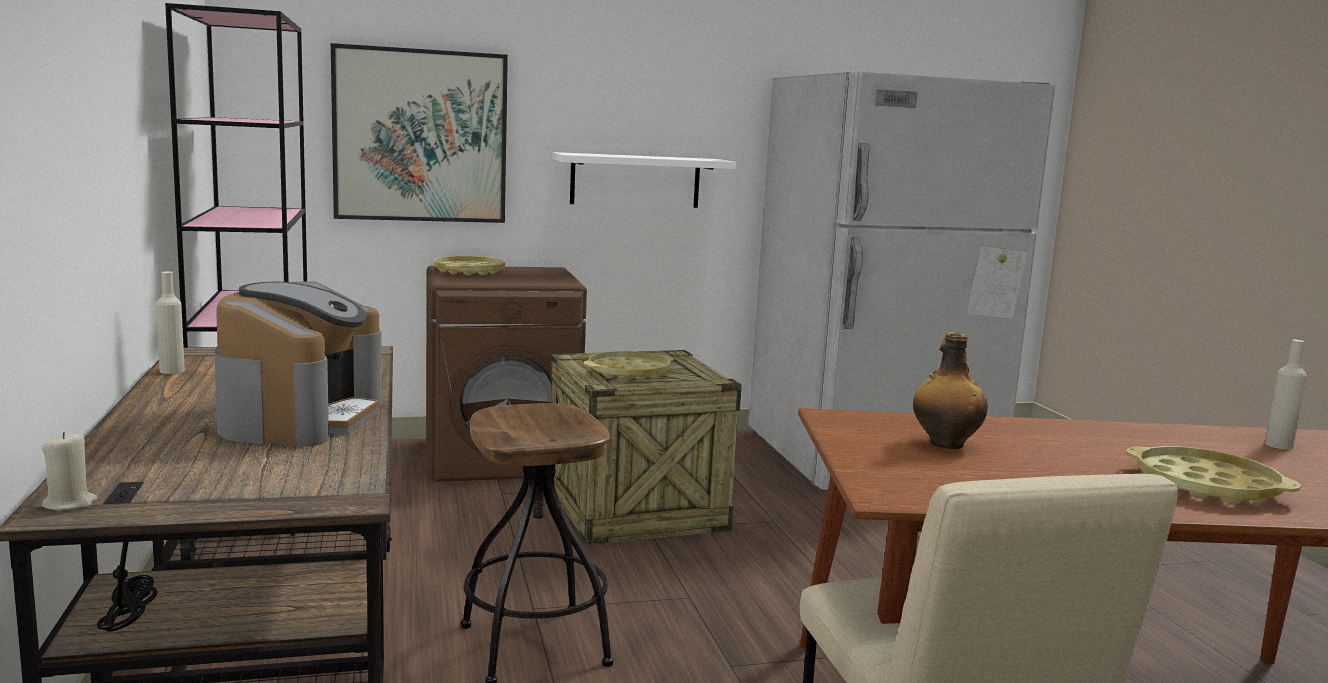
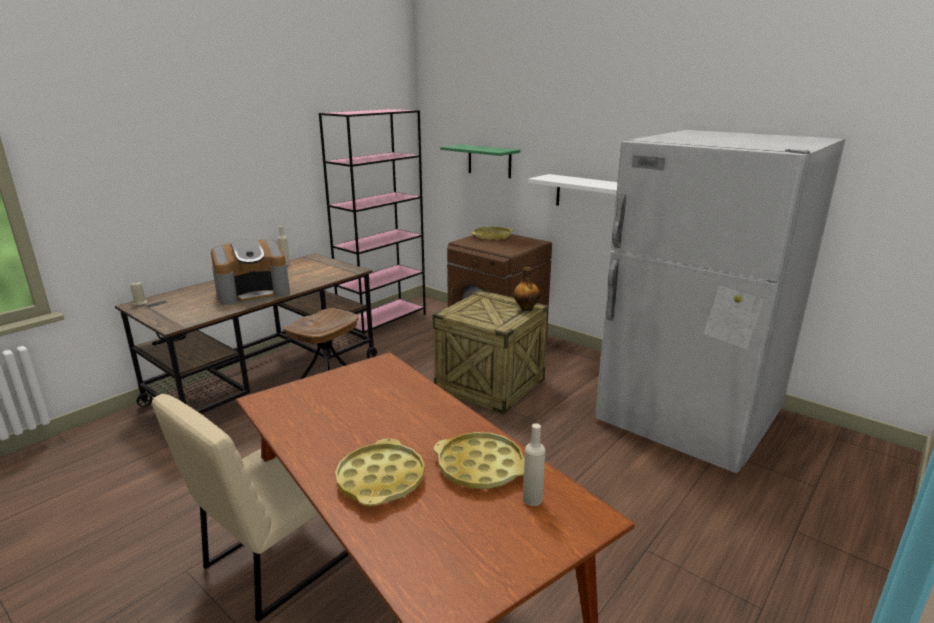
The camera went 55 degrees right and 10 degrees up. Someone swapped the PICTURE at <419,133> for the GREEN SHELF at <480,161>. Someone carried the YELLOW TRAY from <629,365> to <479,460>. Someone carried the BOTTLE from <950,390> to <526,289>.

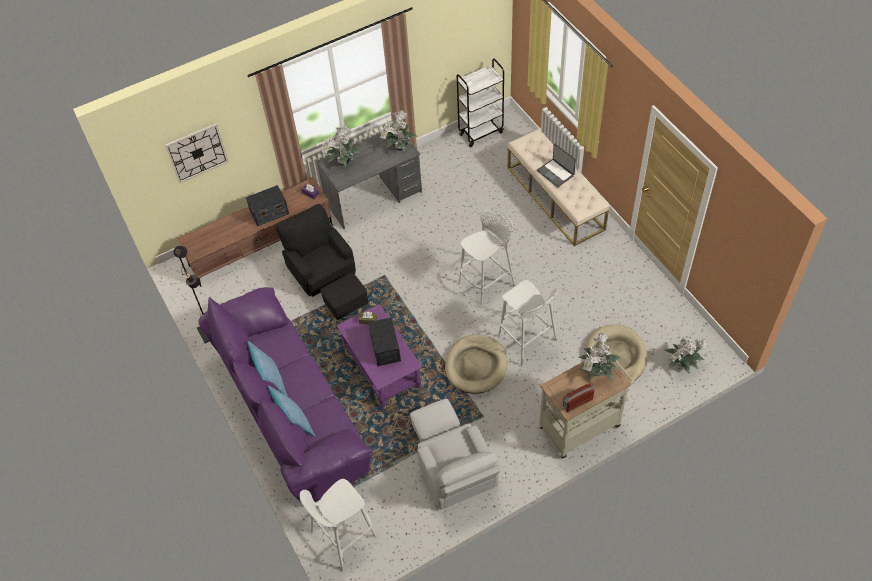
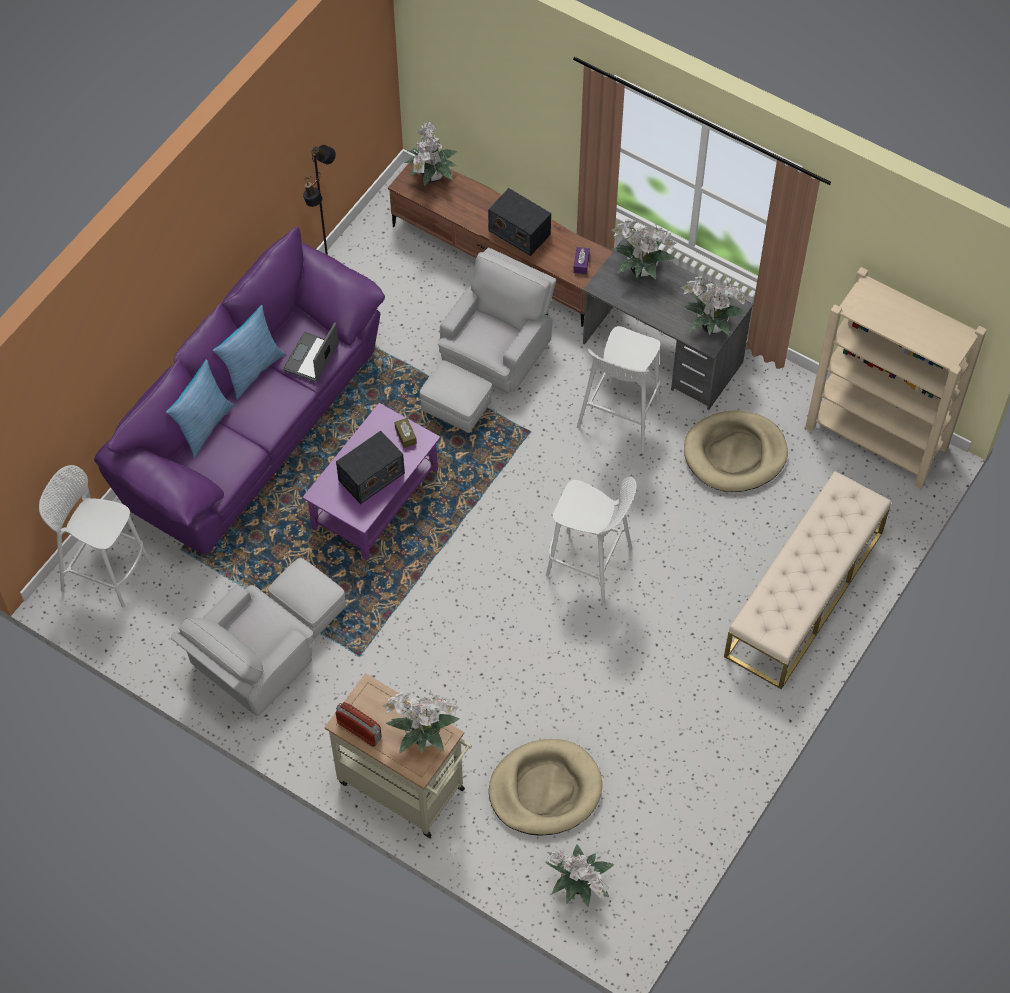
The camera went 60 degrees right and 5 degrees up. Someone took away the WALL CLOCK at <197,153>. Someone repainted the BLACK ARMCHAIR at <321,262>, which became the WHITE ARMCHAIR at <488,340>. Someone carried the BEIGE DOG BED from <476,364> to <736,451>. Someone swapped the WHITE CART at <480,103> for the BEIGE BOOKCASE at <896,378>. Someone carried the WHITE STOOL from <528,323> to <618,389>. Someone carried the LAPTOP from <556,165> to <311,352>. Someone put down the POTTED PLANT at <431,153>.

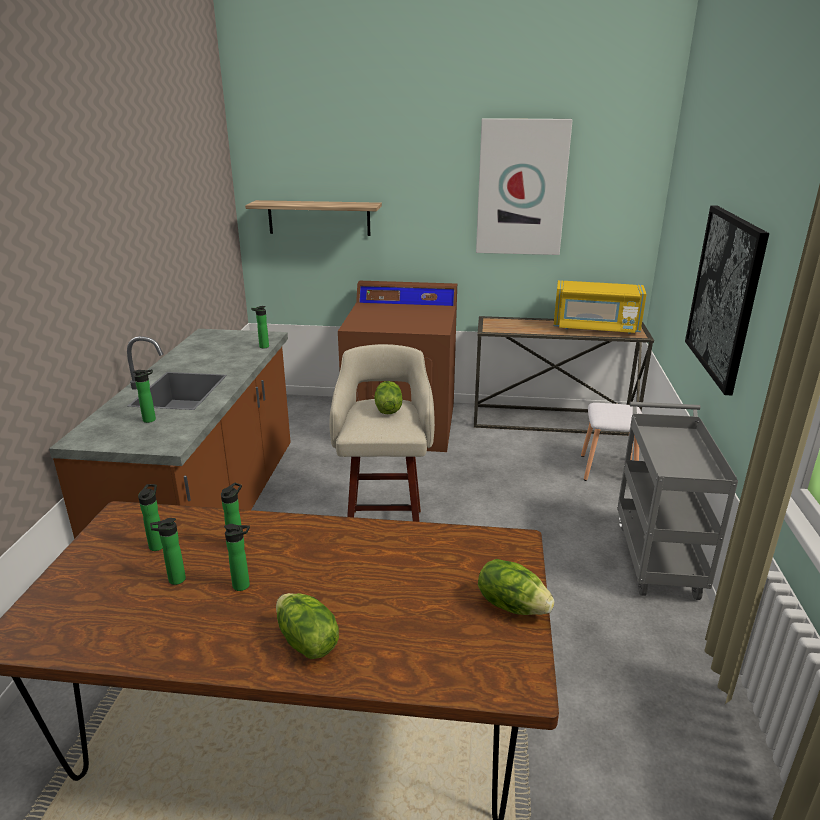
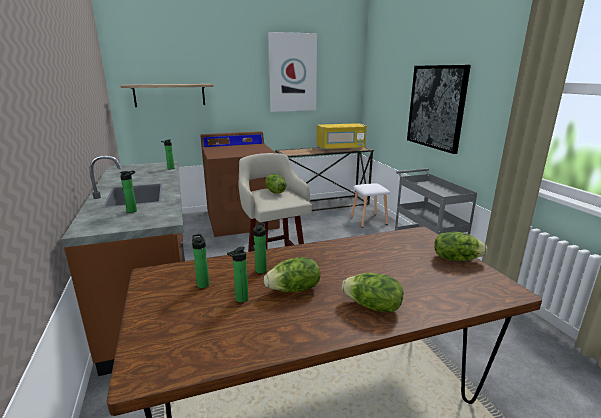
The camera went 25 degrees left and 5 degrees down. Someone swapped the BOTTLE at <237,557> for the LETTUCE at <292,274>.

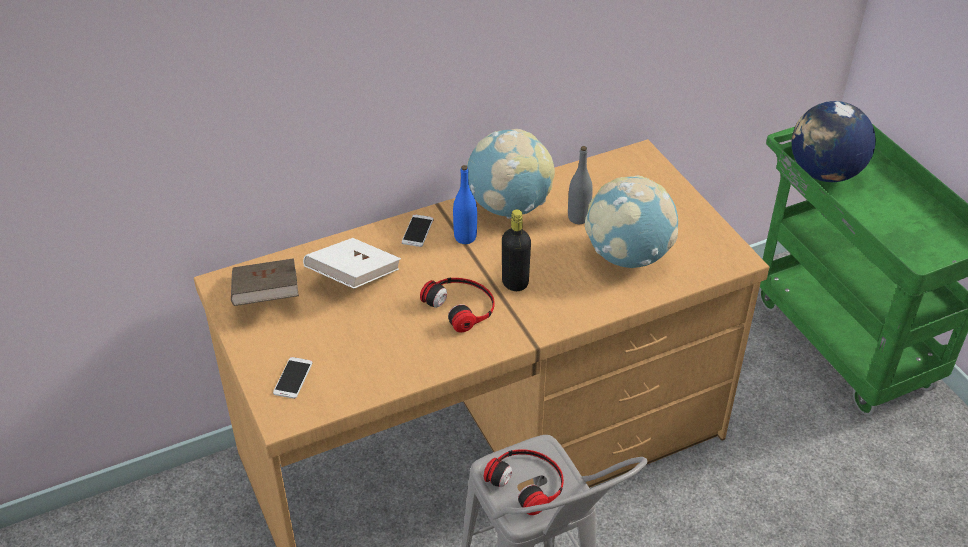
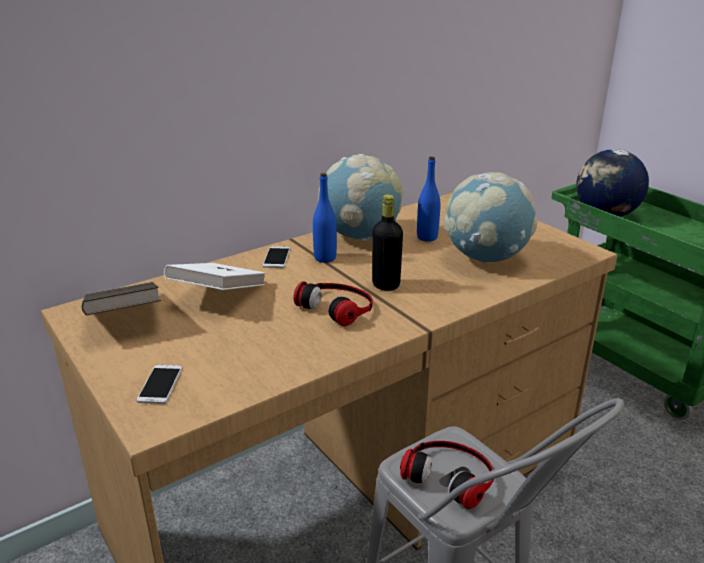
The camera went 10 degrees left and 15 degrees down. Someone repainted the GREY BOTTLE at <580,185>, which became the BLUE BOTTLE at <428,199>.

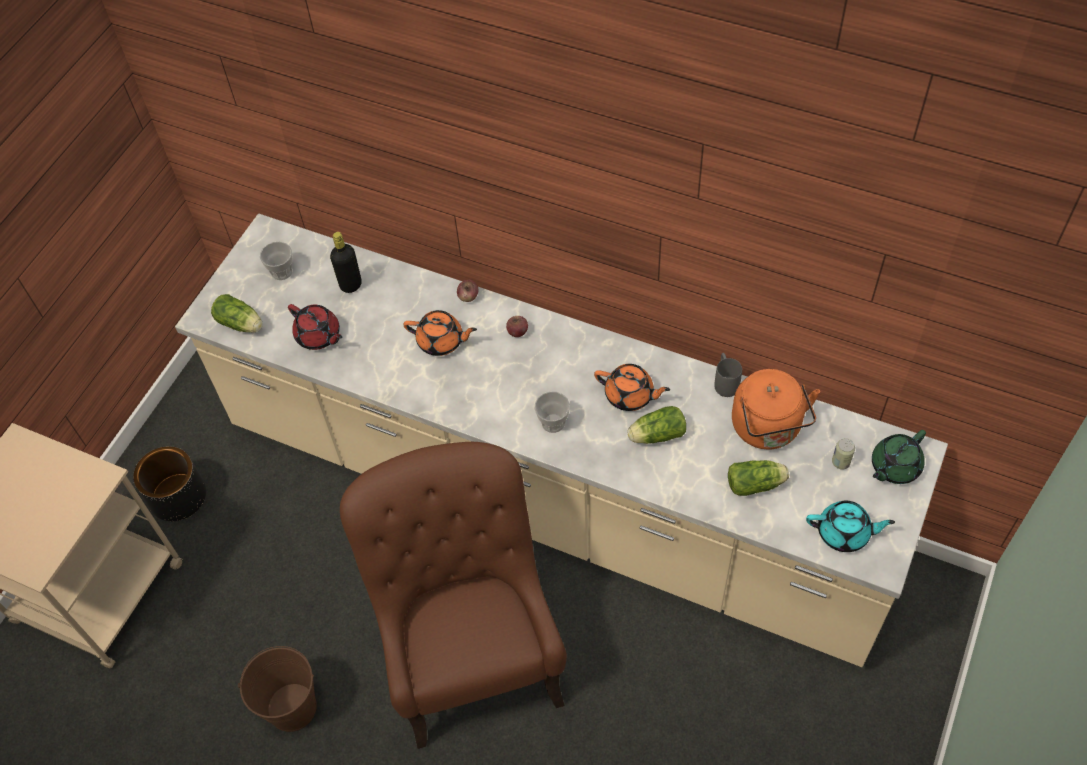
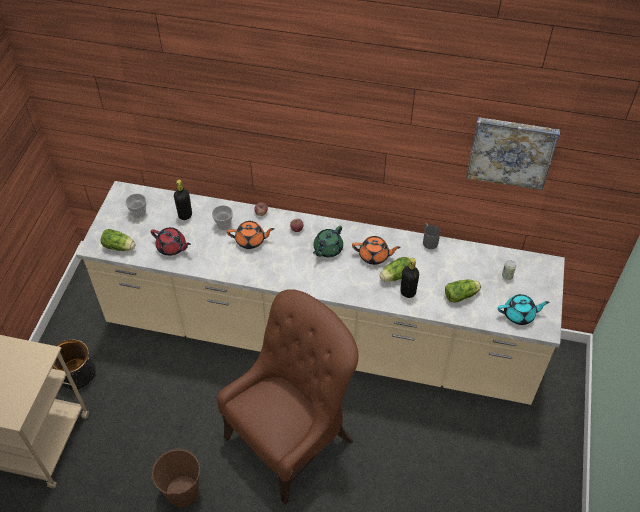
The camera went 15 degrees left and 5 degrees down. Someone rotated the BROWN CHAIR at <453,595> by 75 degrees clockwise. Someone carried the CUP from <552,412> to <222,217>. Someone took away the ORANGE KETTLE at <776,409>. Someone carried the GREEN TEAPOT from <899,457> to <328,241>. Someone put down the BLACK BOTTLE at <409,278>. Someone put up the PICTURE at <513,153>.

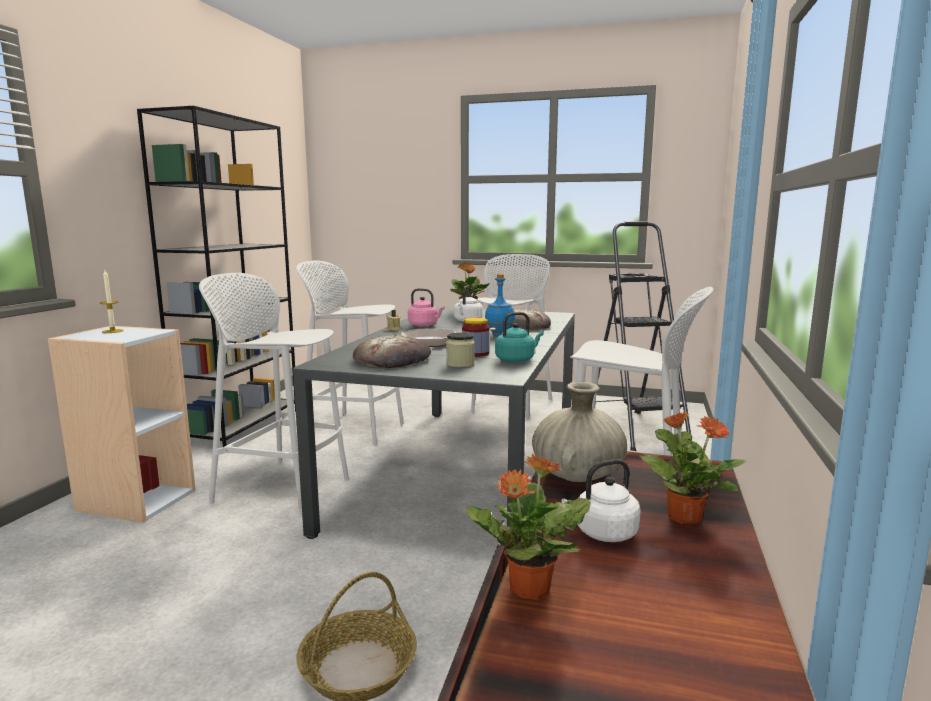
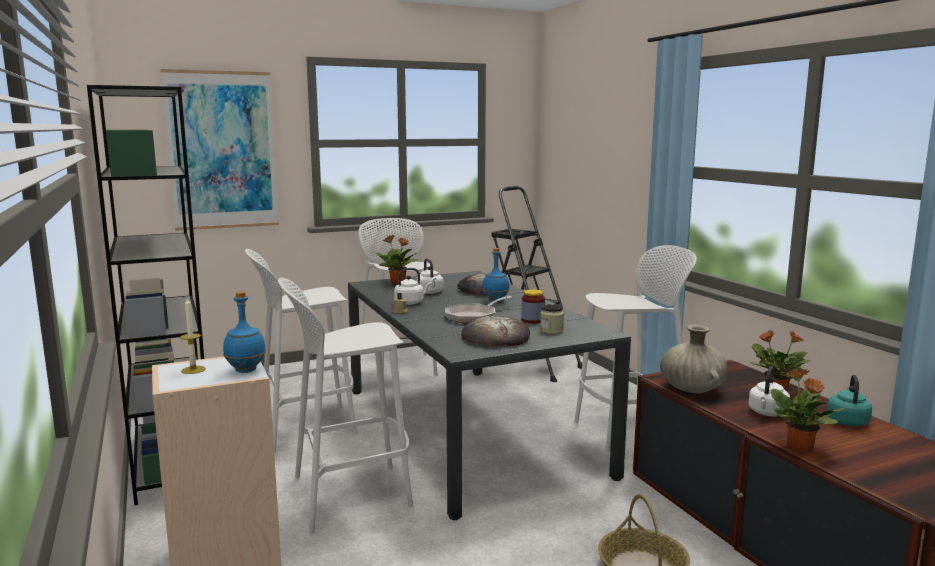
The camera went 40 degrees left and 0 degrees up. Someone repainted the PINK KETTLE at <426,307>, which became the WHITE KETTLE at <412,286>. Someone carried the TURQUOISE KETTLE from <519,337> to <849,401>. Someone put up the PICTURE at <219,150>. Someone put down the BLUE BOTTLE at <244,332>.

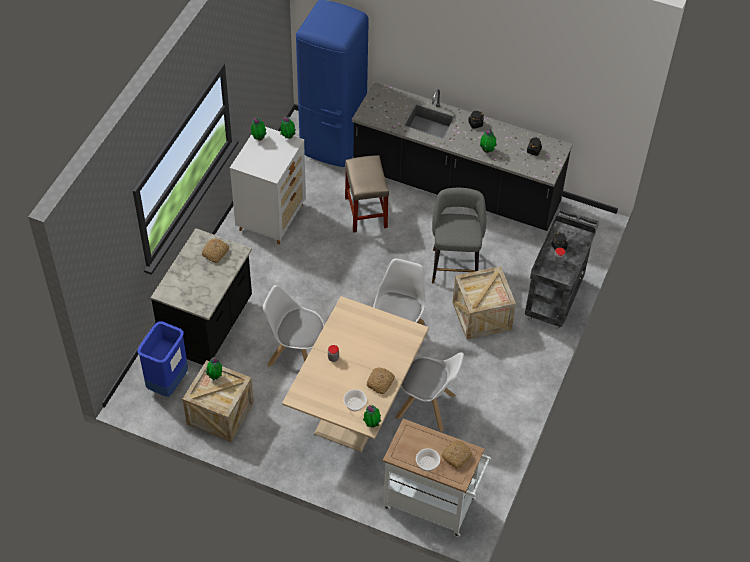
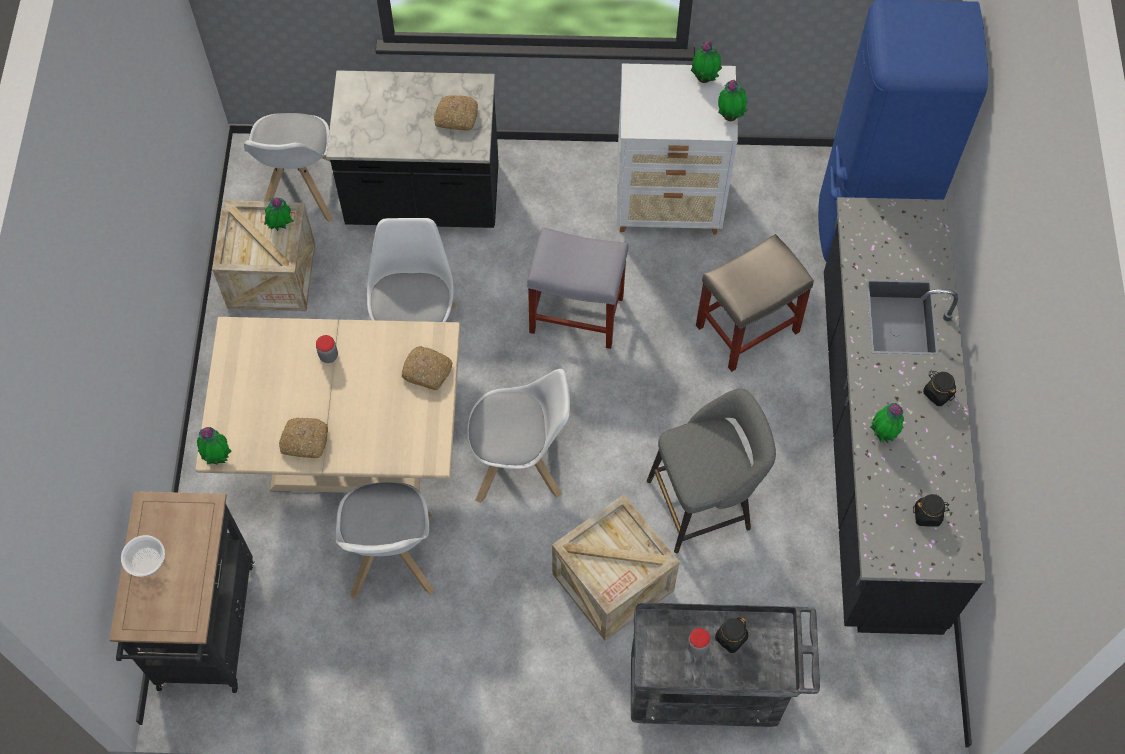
The camera went 70 degrees right and 10 degrees up. Someone swapped the BLUE TRASH CAN at <162,359> for the CHAIR at <288,167>. Someone took away the BOWL at <355,400>. Someone repainted the WHITE CART at <437,478>, which became the BLACK CART at <181,592>. Someone carried the BREAD from <456,454> to <426,368>. Someone put down the GREY STOOL at <578,288>.

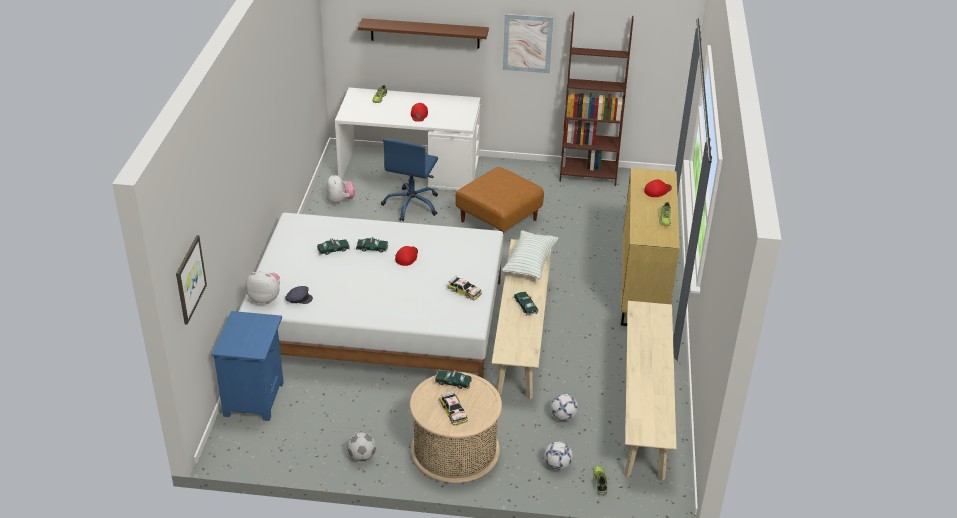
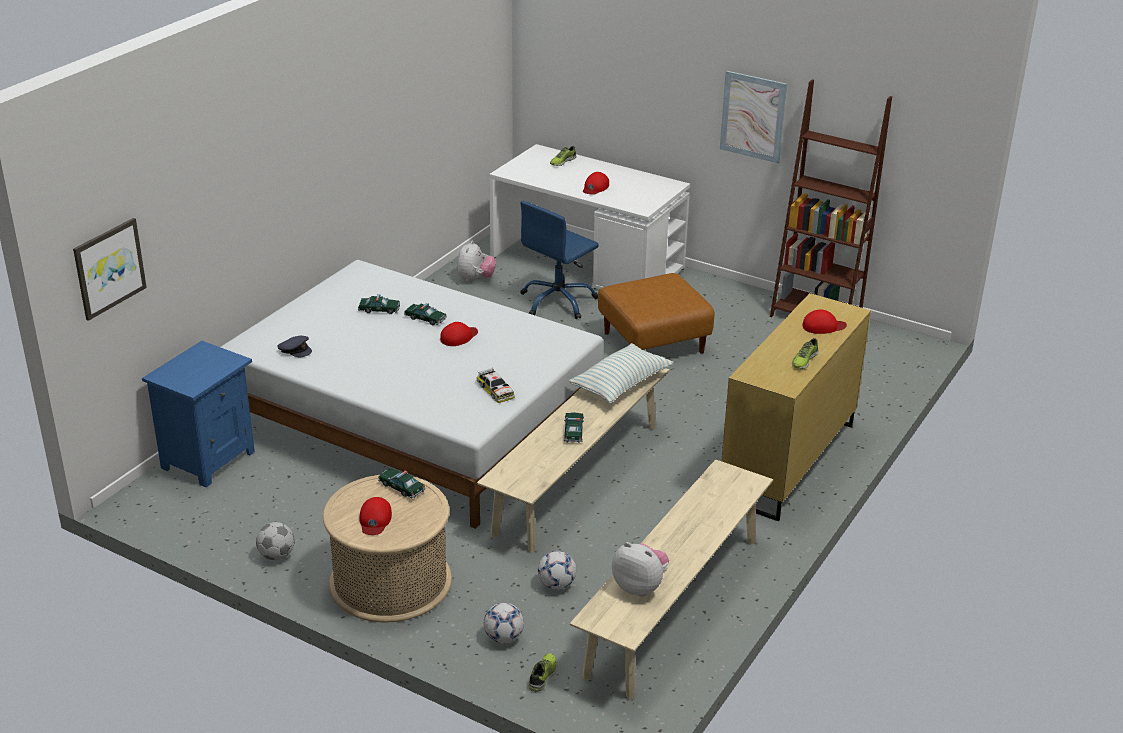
The camera went 25 degrees right and 5 degrees down. Someone carried the PLUSH TOY from <262,287> to <640,569>. Someone took away the BROWN SHELF at <423,33>. Someone swapped the TOY CAR at <454,408> for the RED CAP at <375,516>.

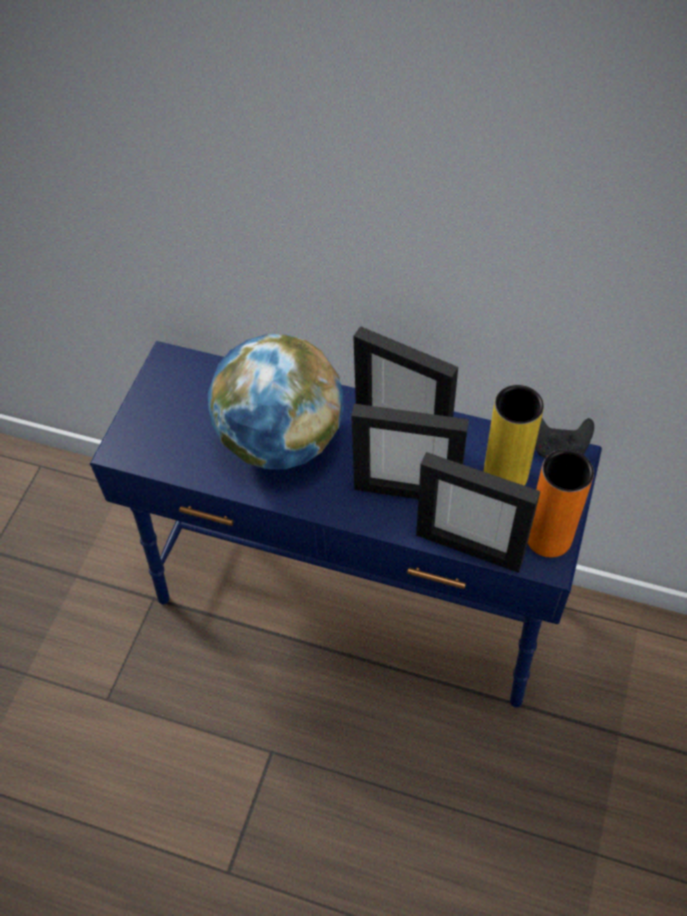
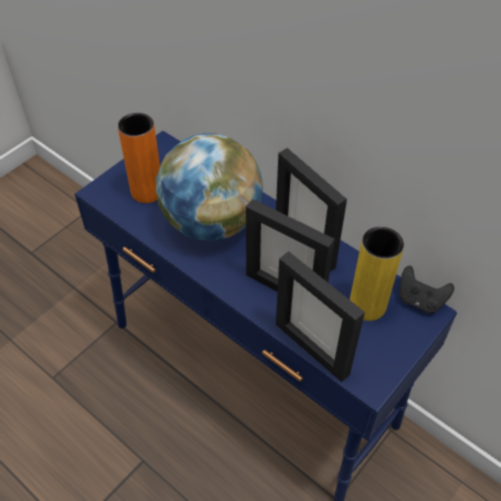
The camera went 20 degrees right and 5 degrees down. Someone carried the ORANGE VASE from <561,503> to <139,158>.

